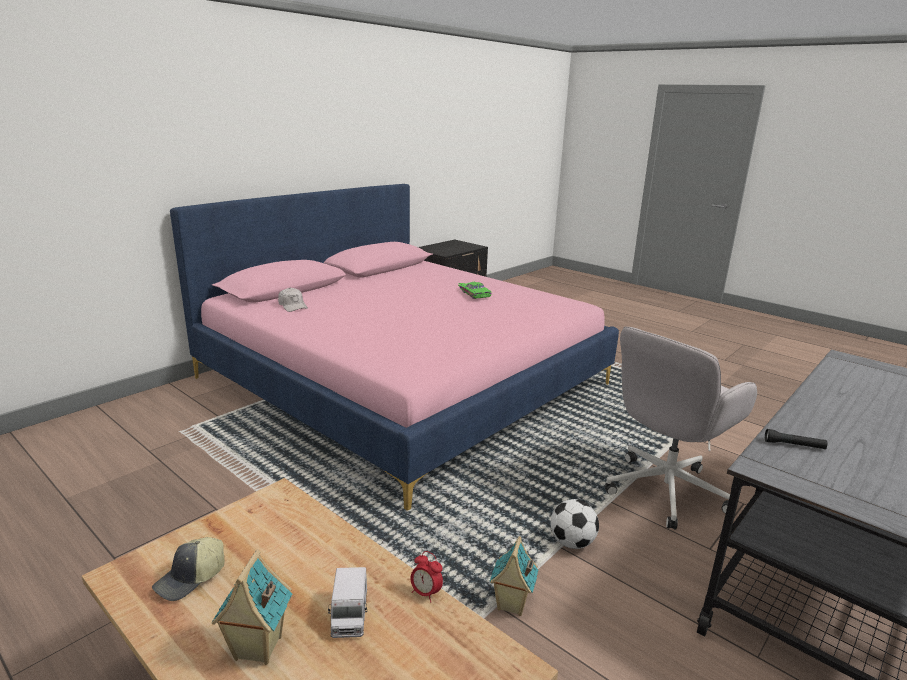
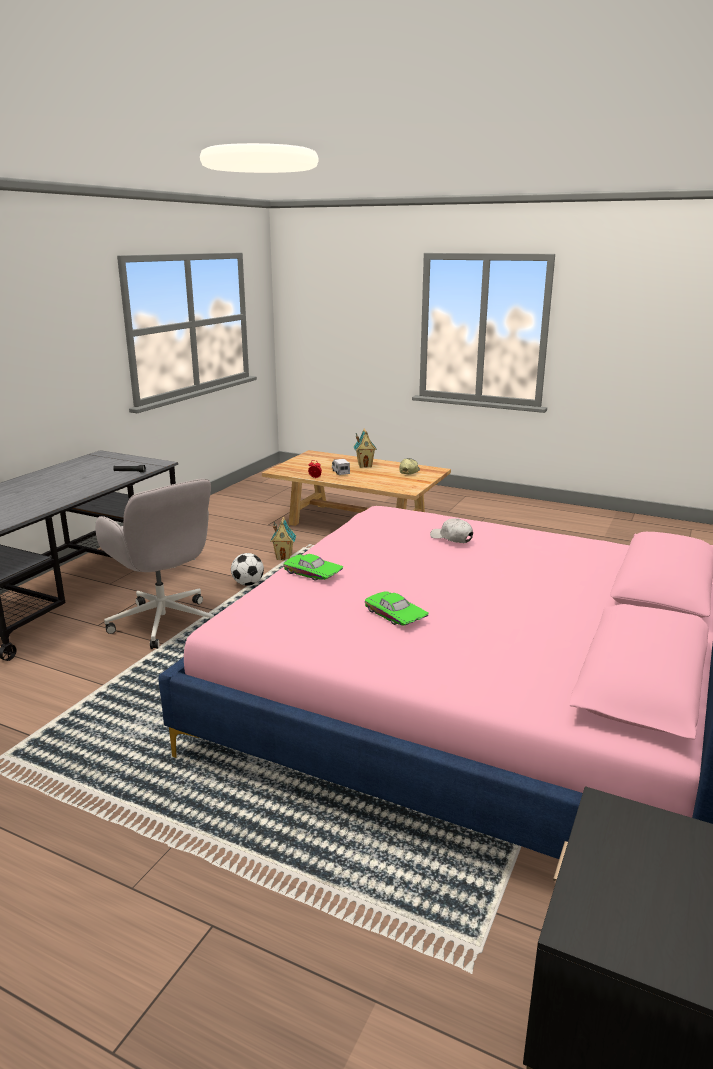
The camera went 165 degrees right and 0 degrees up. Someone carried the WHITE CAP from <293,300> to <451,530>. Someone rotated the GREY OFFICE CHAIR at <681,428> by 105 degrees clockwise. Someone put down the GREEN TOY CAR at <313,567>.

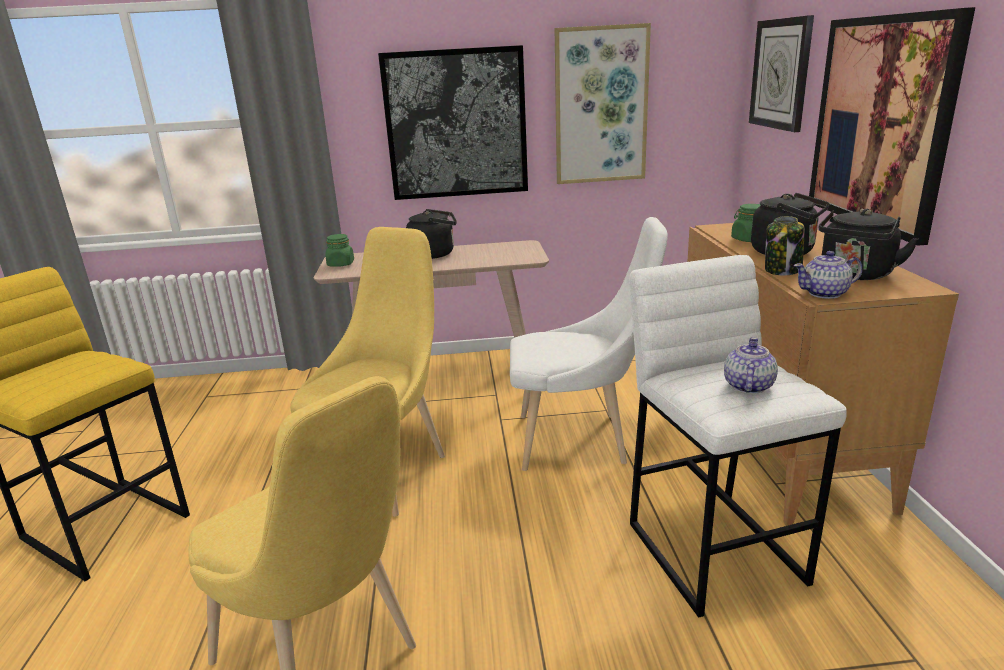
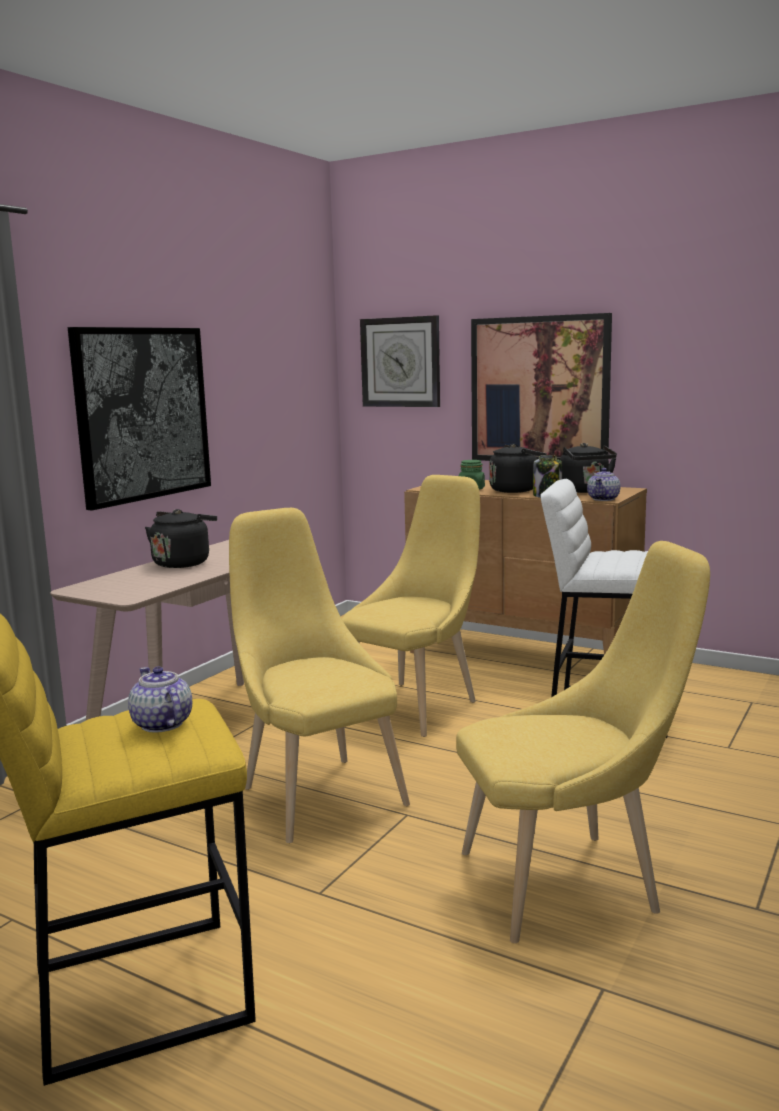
The camera went 55 degrees left and 10 degrees down. Someone took away the GREEN JAR at <339,250>. Someone repainted the WHITE CHAIR at <589,344>, which became the YELLOW CHAIR at <411,606>. Someone took away the PICTURE at <603,103>. Someone carried the TEAPOT from <751,365> to <160,700>.

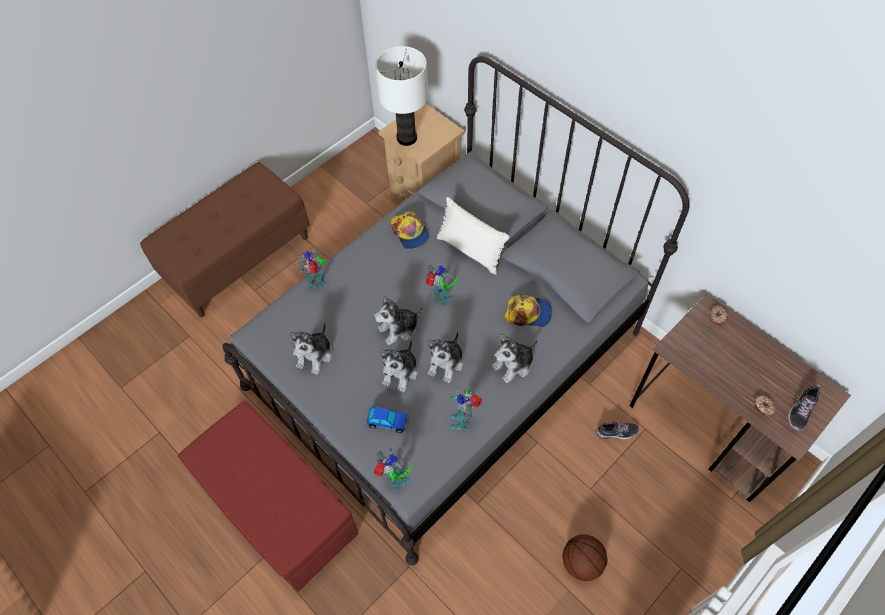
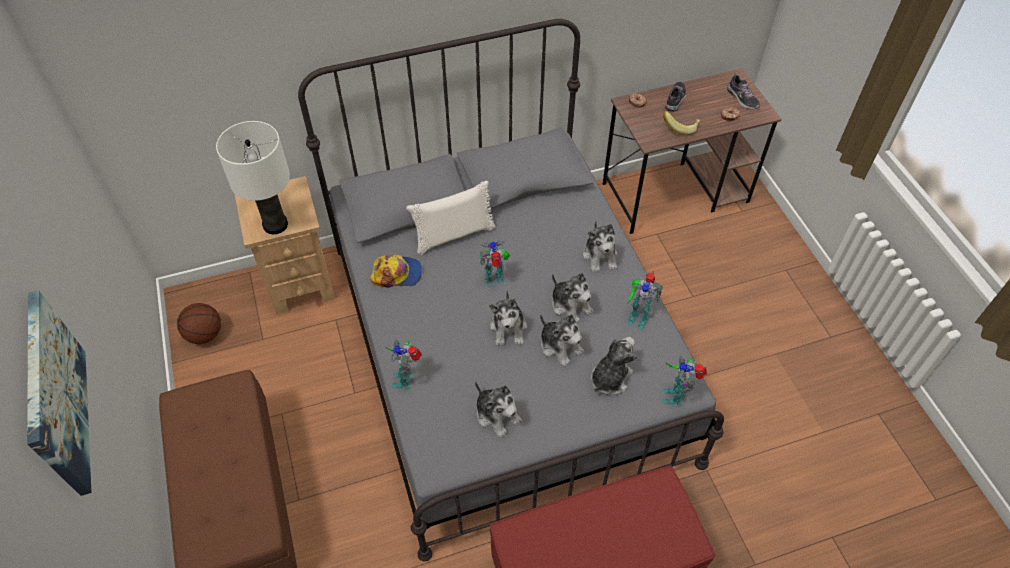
The camera went 65 degrees left and 5 degrees down. Someone swapped the TOY CAR at <387,420> for the PLUSH TOY at <614,366>. Someone rotated the TOY ROBOT at <393,469> by 75 degrees counterclockwise. Someone took away the CAP at <528,311>. Someone carried the BASKETBALL from <584,558> to <199,323>. Someone carried the SHOE from <617,431> to <675,97>. Someone put up the PICTURE at <59,393>. Someone put down the BANANA at <681,123>.

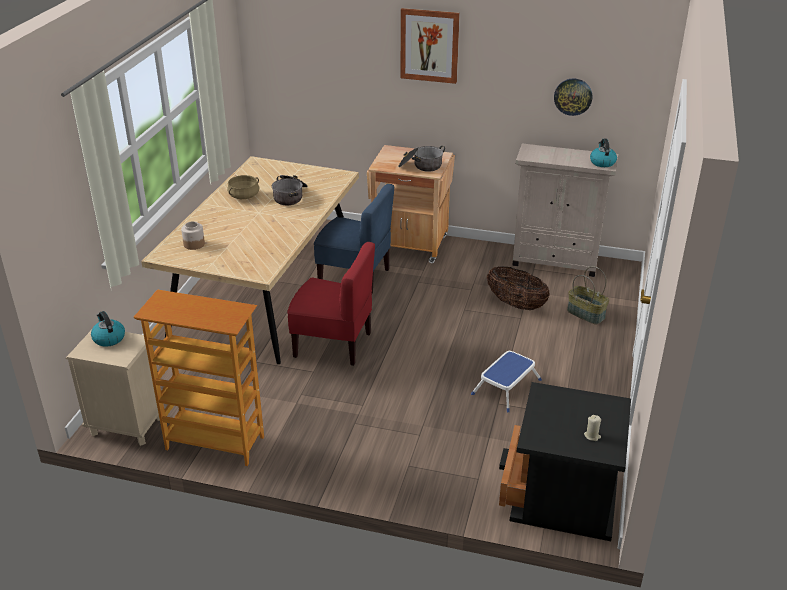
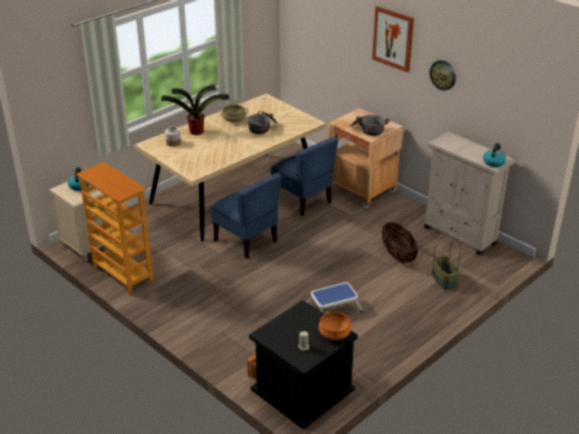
The camera went 30 degrees right and 0 degrees up. Someone repainted the RED CHAIR at <331,304>, which became the BLUE CHAIR at <246,215>. Someone carried the WALL CLOCK from <573,97> to <442,75>. Someone put down the POTTED PLANT at <195,110>. Someone put down the ORANGE COOKING POT at <335,325>.

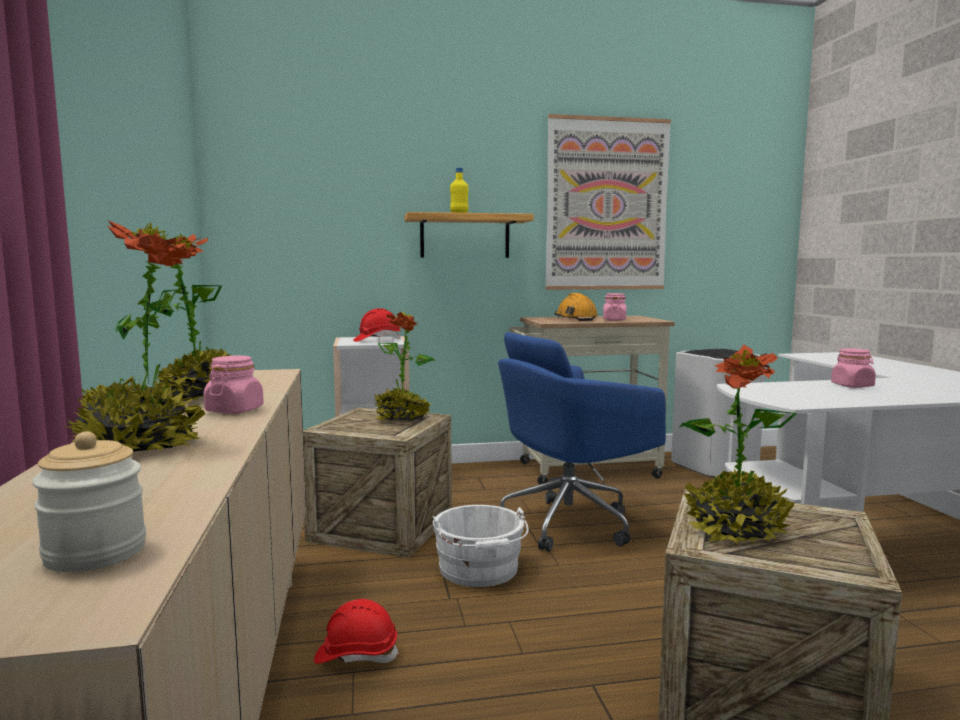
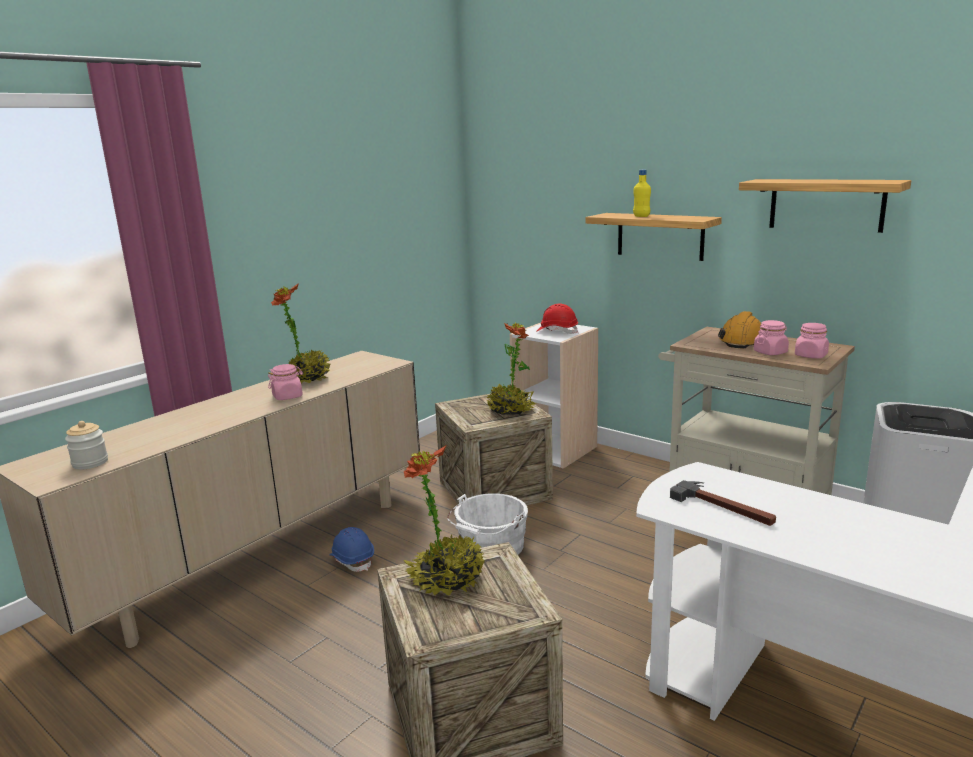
The camera went 50 degrees right and 10 degrees up. Someone took away the POTTED PLANT at <134,336>. Someone repainted the RED HARD HAT at <356,631>, which became the BLUE HARD HAT at <352,549>. Someone took away the BLUE OFFICE CHAIR at <582,442>. Someone swapped the PICTURE at <608,202> for the SHELF at <825,206>. Someone carried the PINK JAR from <853,368> to <812,340>. Someone put down the HAMMER at <723,503>.

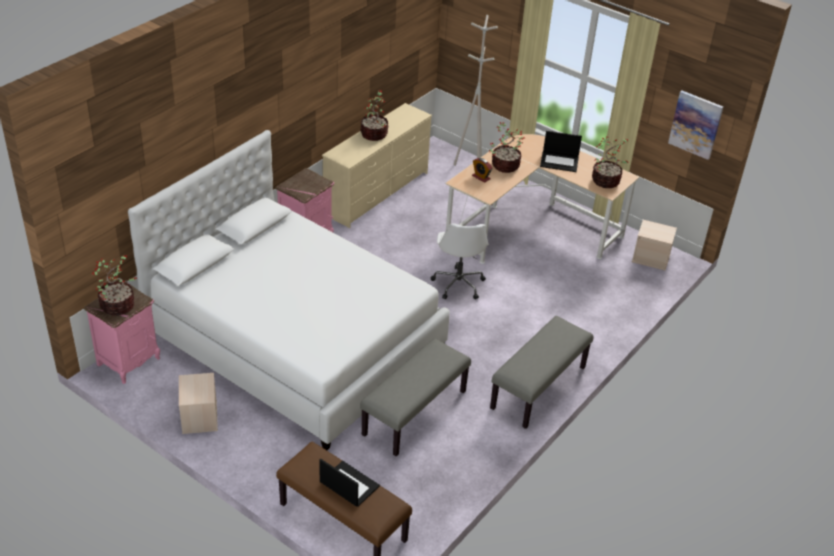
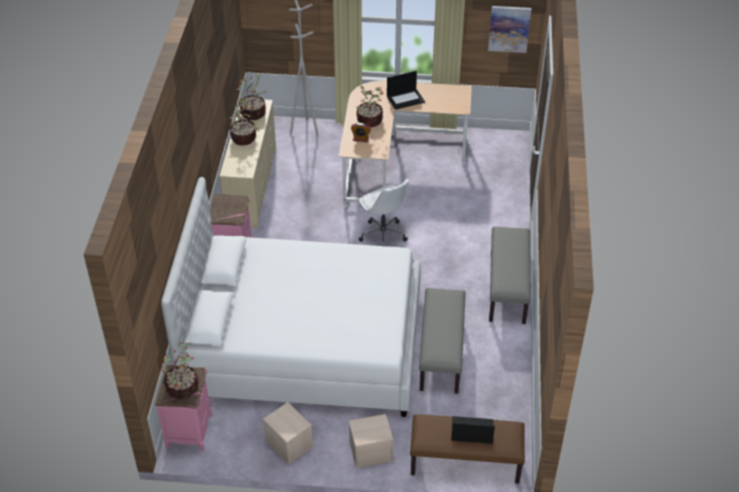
The camera went 30 degrees left and 5 degrees up. Someone carried the POTTED PLANT from <610,162> to <251,97>. Someone carried the BEIGE STORAGE BOX from <654,245> to <371,441>.

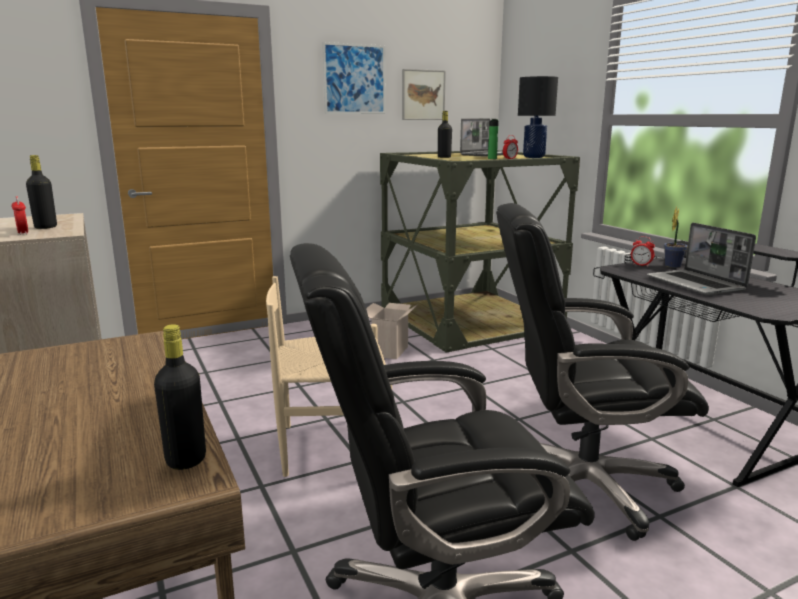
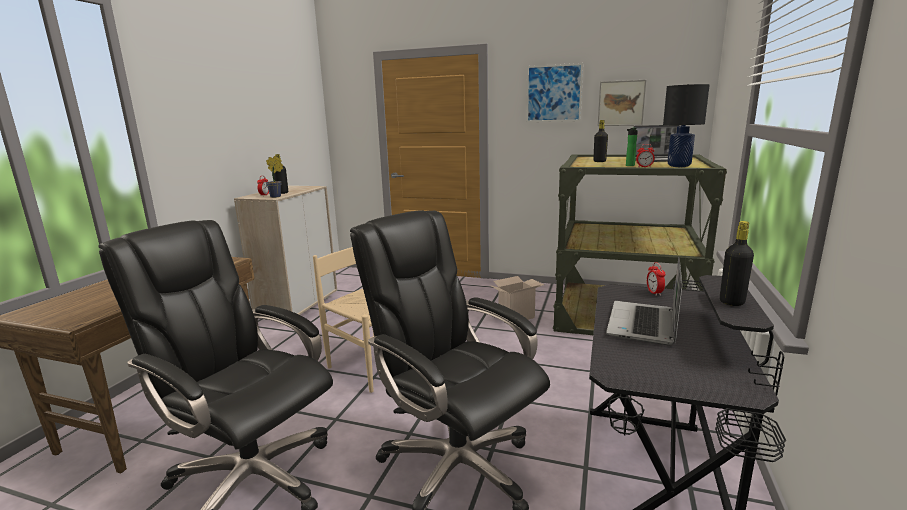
The camera went 45 degrees right and 0 degrees up. Someone carried the BLACK BOTTLE from <180,397> to <737,263>. Someone carried the POTTED PLANT from <676,237> to <274,177>.

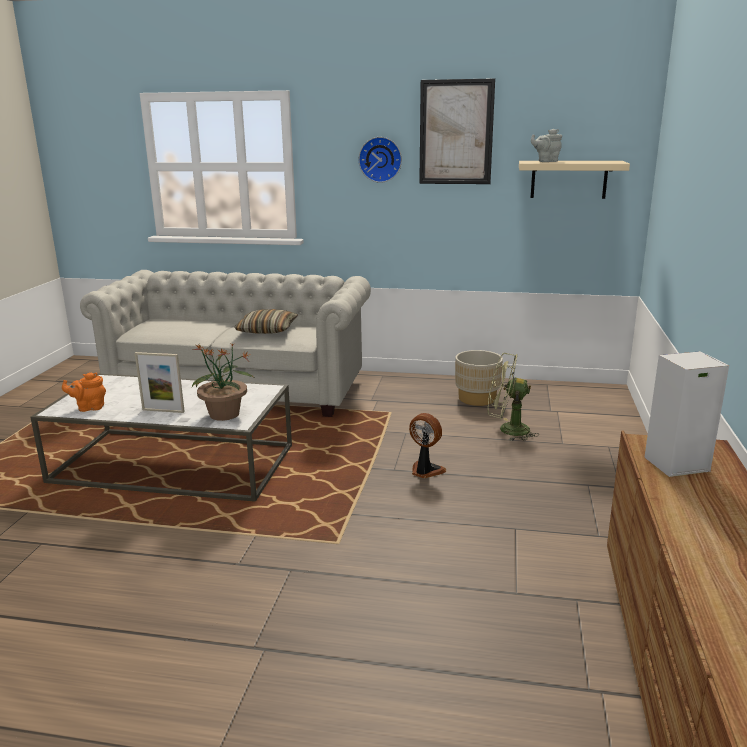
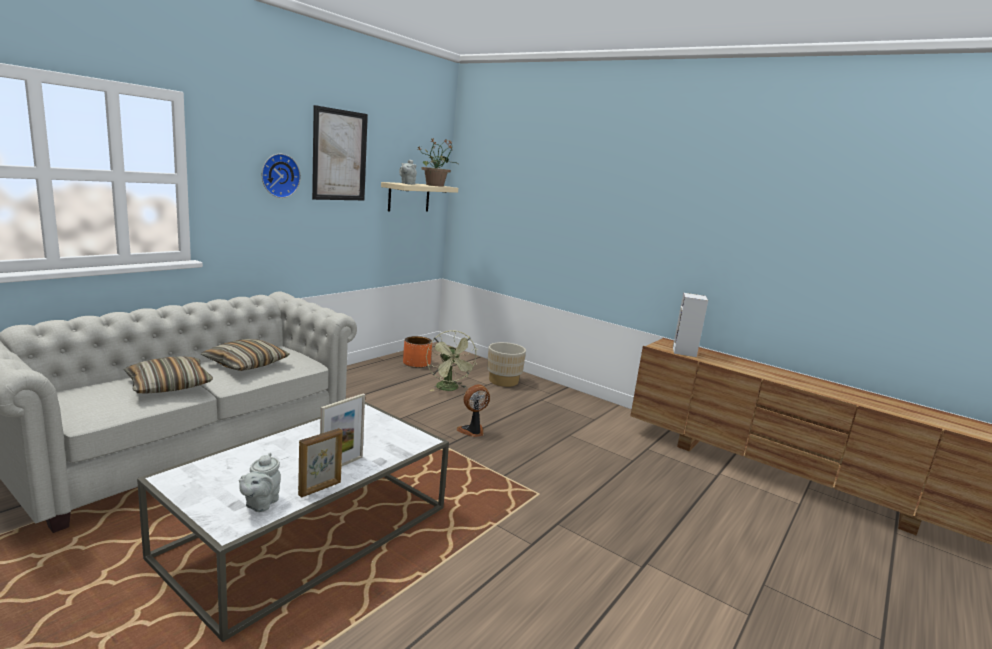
The camera went 65 degrees left and 5 degrees down. Someone repainted the ORANGE TEAPOT at <84,392>, which became the GREY TEAPOT at <260,482>. Someone carried the POTTED PLANT from <223,382> to <438,162>. Someone carried the BEIGE PLANTER from <479,378> to <506,364>. Someone rotated the GREEN FAN at <513,397> by 60 degrees counterclockwise. Someone put down the PILLOW at <168,375>. Someone put down the PICTURE FRAME at <320,463>. Someone put down the ORANGE PLANTER at <417,352>.

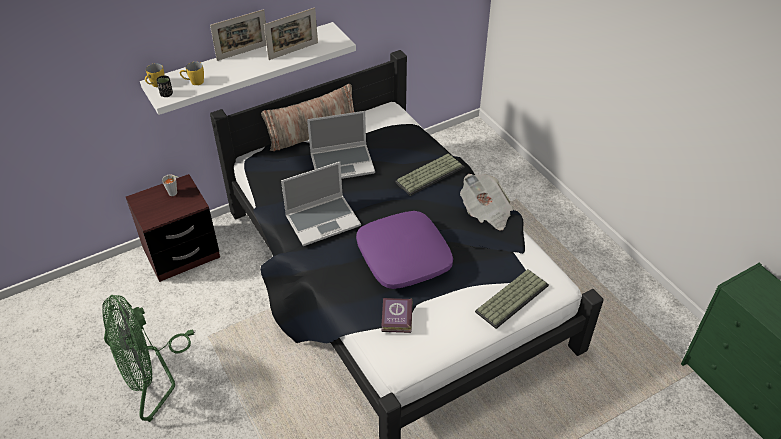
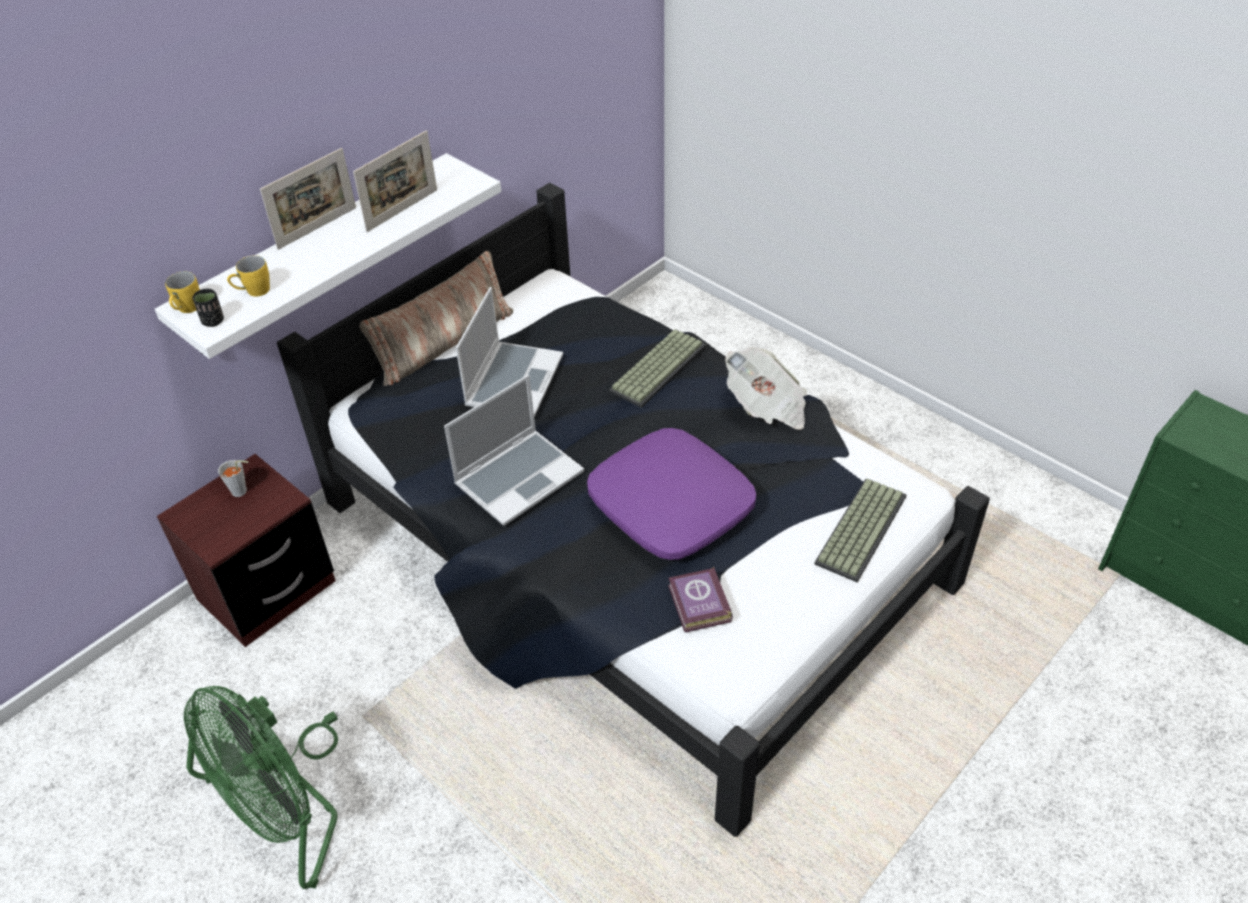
The camera went 15 degrees left and 0 degrees up. Someone rotated the LAPTOP at <341,145> by 45 degrees counterclockwise.

